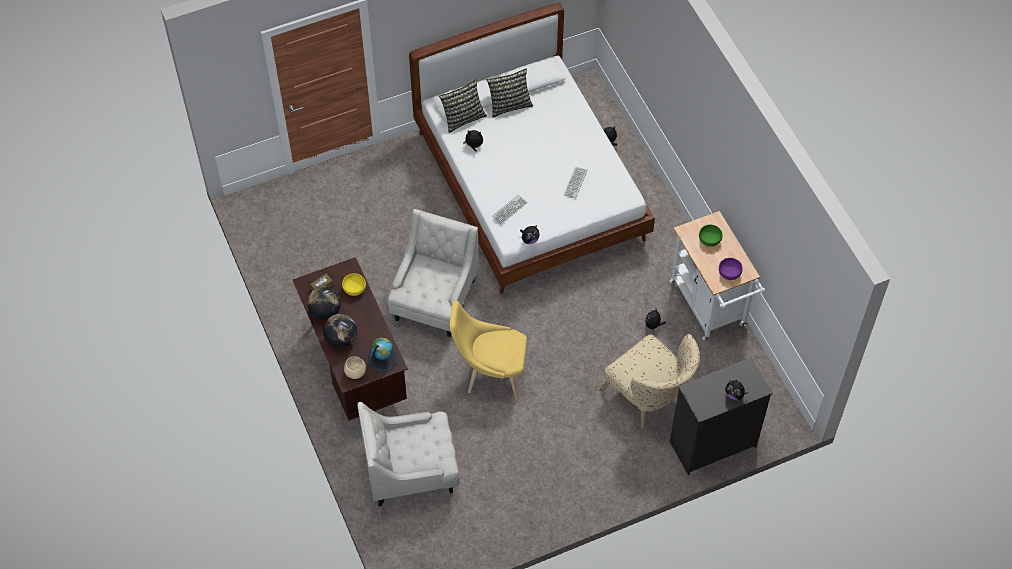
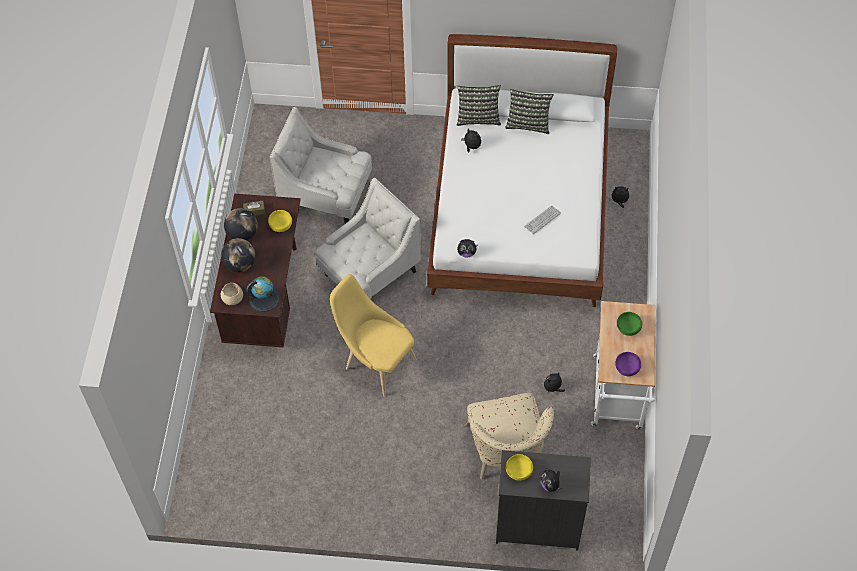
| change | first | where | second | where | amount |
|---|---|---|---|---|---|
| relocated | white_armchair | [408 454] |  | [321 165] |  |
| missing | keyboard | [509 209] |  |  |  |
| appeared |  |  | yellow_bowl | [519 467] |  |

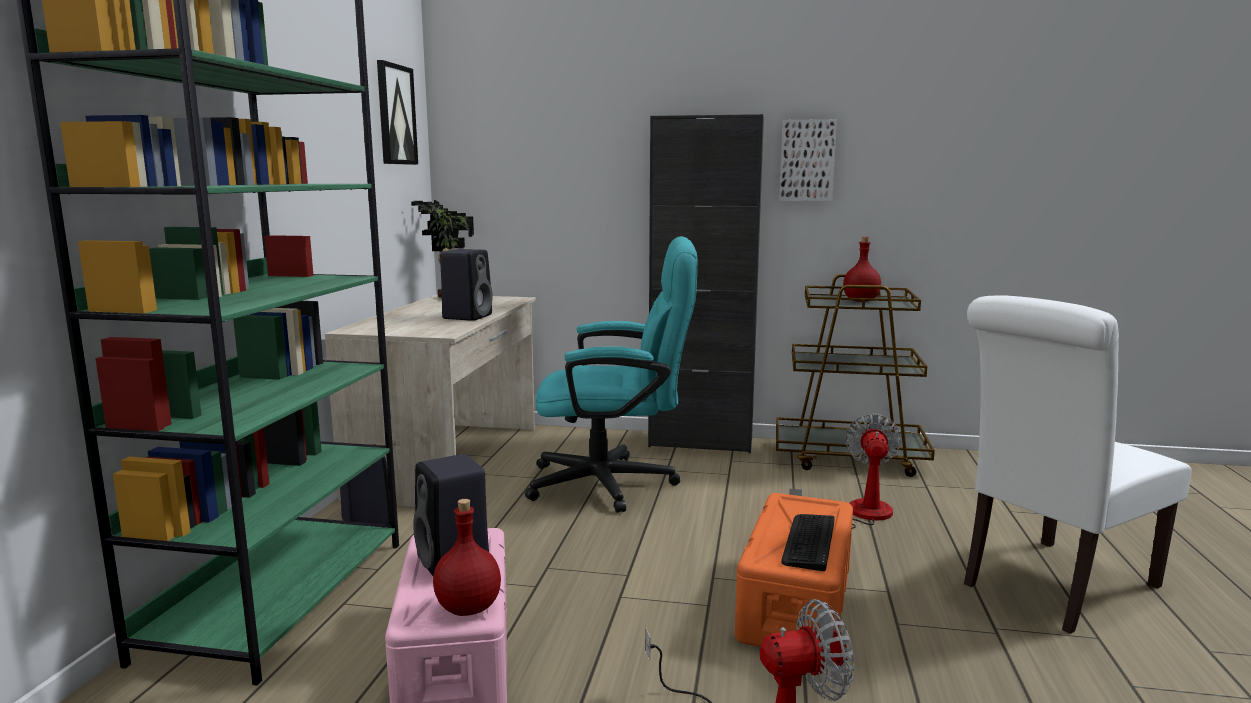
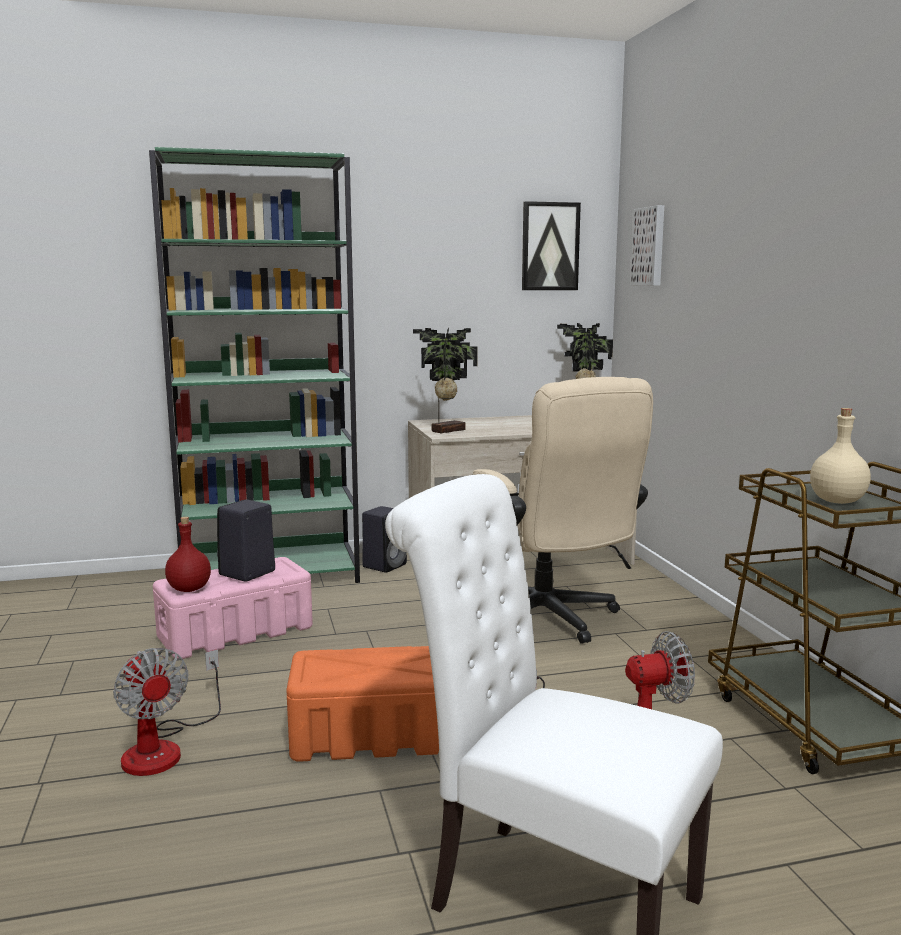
| change | first | where | second | where | amount |
|---|---|---|---|---|---|
| missing | black_speaker | [466 285] |  |  |  |
| colour | turquoise_office_chair | [611 374] | beige_office_chair | [563 510] |  |
| missing | black_cabinet | [706 283] |  |  |  |
| relocated | picture | [808 160] |  | [647 245] |  |
| missing | keyboard | [808 542] |  |  |  |
| colour | red_bottle | [862 269] | beige_bottle | [840 456] |  |
| appeared |  |  | potted_plant | [445 380] |  |

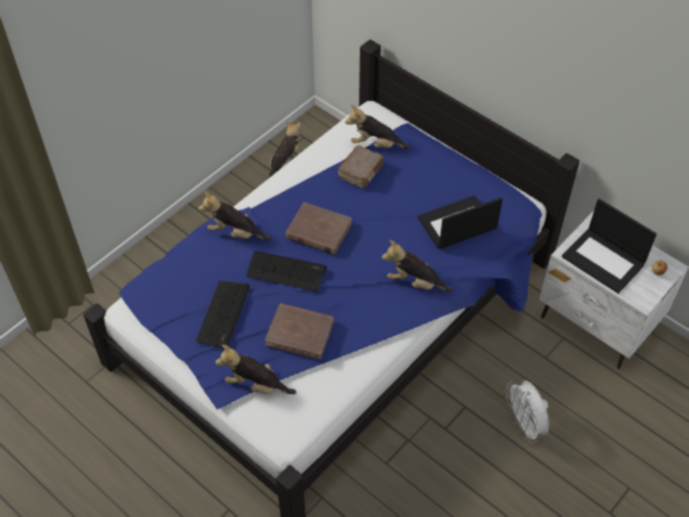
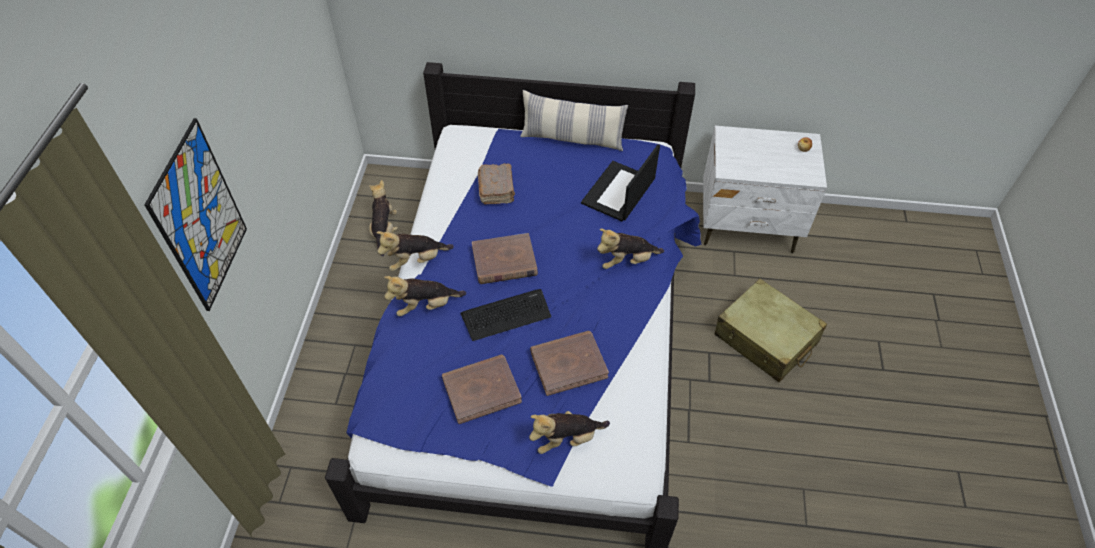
| change | first | where | second | where | amount |
|---|---|---|---|---|---|
| exchanged | keyboard | [223 315] | brown_book | [482 389] |  |
| relocated | plush_toy | [377 127] |  | [415 251] |  |
| exchanged | white_fan | [527 412] | beige_suitcase | [771 330] |  |
| missing | laptop | [609 246] |  |  |  |
| appeared |  |  | picture | [195 214] |  |
| appeared |  |  | pillow | [574 120] |  |

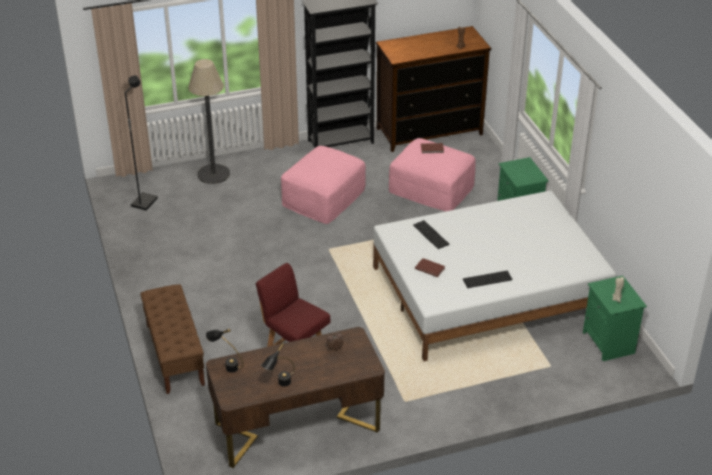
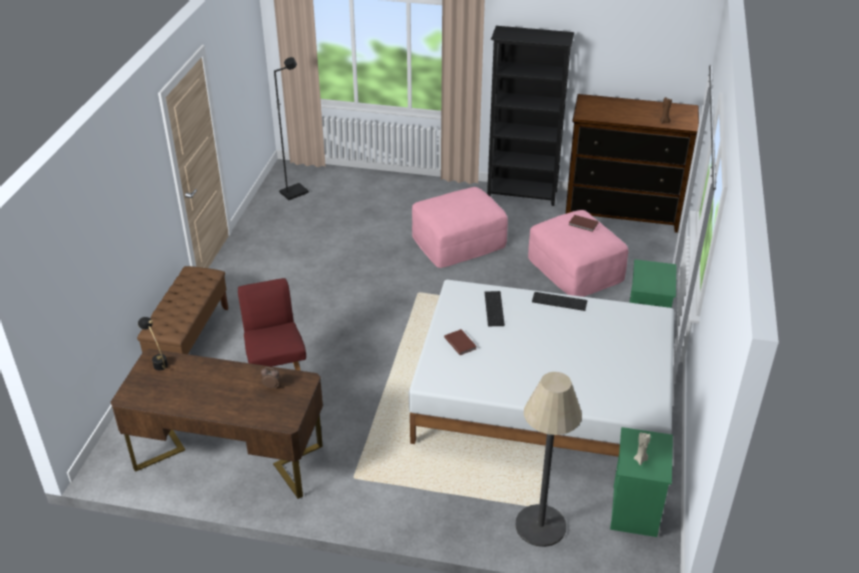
| change | first | where | second | where | amount |
|---|---|---|---|---|---|
| relocated | floor_lamp | [209 121] |  | [548 459] |  |
| missing | black_table_lamp | [278 365] |  |  |  |
| relocated | keyboard | [488 279] |  | [559 301] |  |

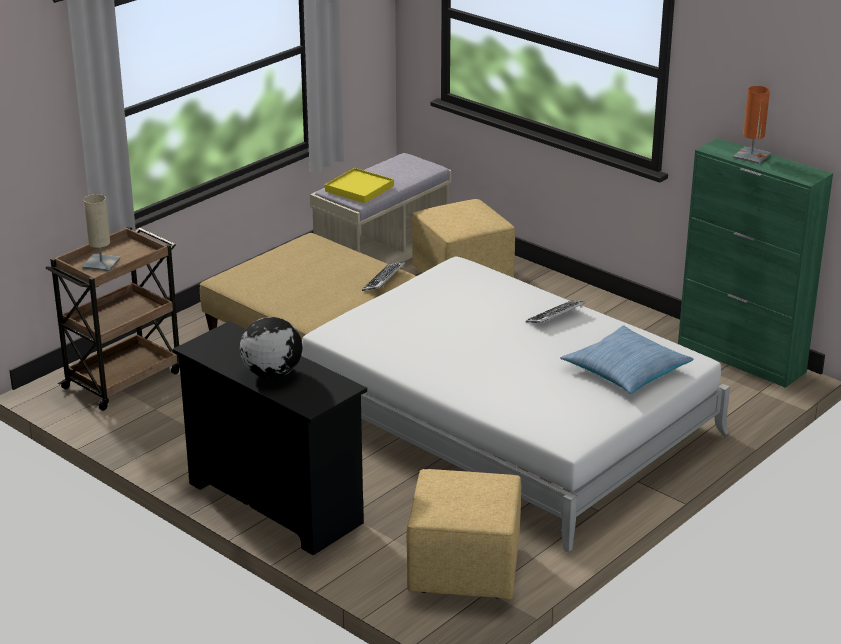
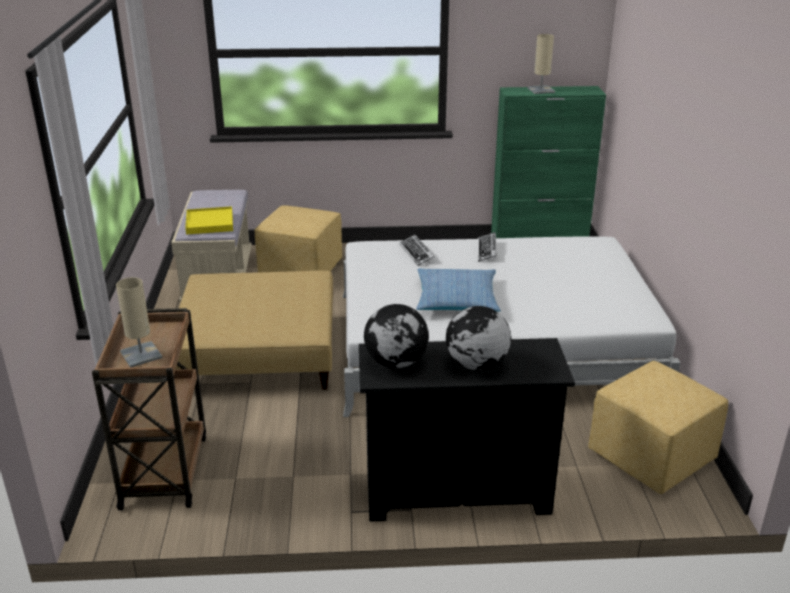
| change | first | where | second | where | amount |
|---|---|---|---|---|---|
| relocated | keyboard | [383 276] |  | [417 250] |  |
| relocated | pillow | [626 360] |  | [458 290] |  |
| colour | orange_table_lamp | [752 125] | beige_table_lamp | [541 64] |  |
| appeared |  |  | globe | [396 336] |  |

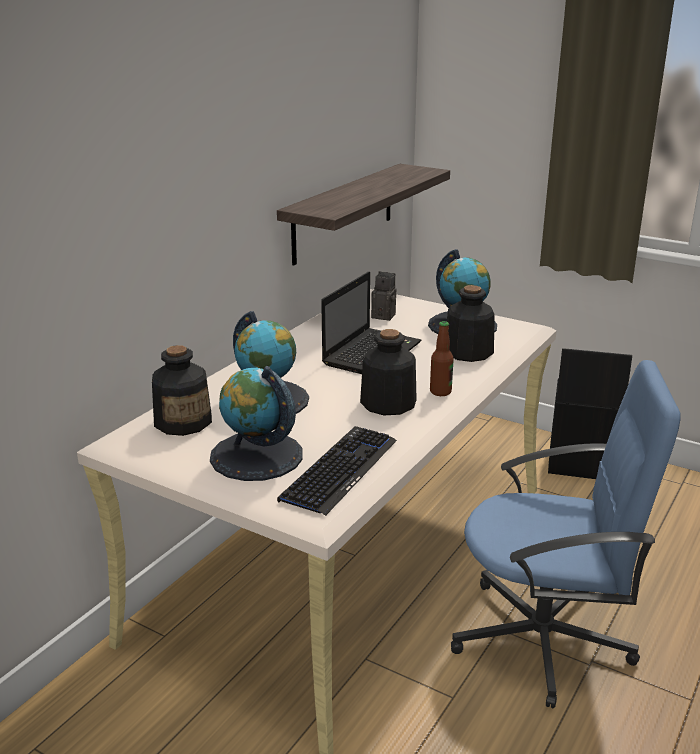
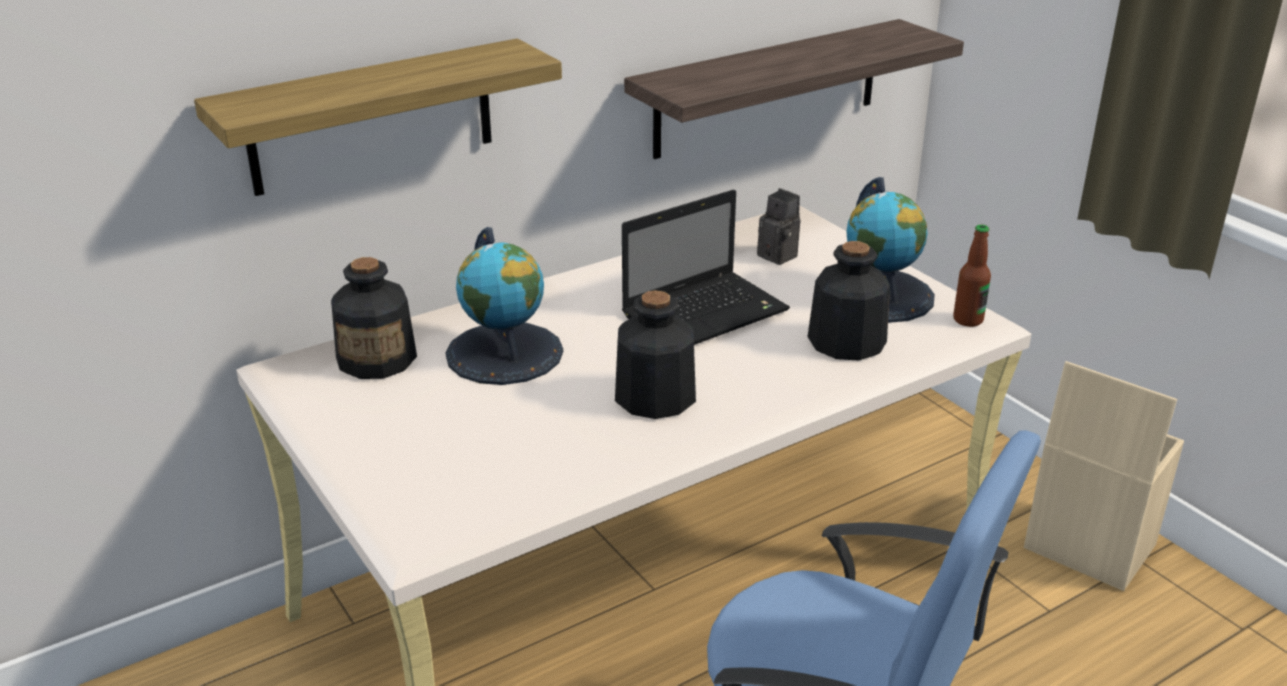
| change | first | where | second | where | amount |
|---|---|---|---|---|---|
| missing | globe | [256 423] |  |  |  |
| missing | keyboard | [337 471] |  |  |  |
| relocated | bottle | [442 358] |  | [972 276] |  |
| colour | black_storage_box | [590 413] | beige_storage_box | [1104 476] |  |
| appeared |  |  | shelf | [378 117] |  |

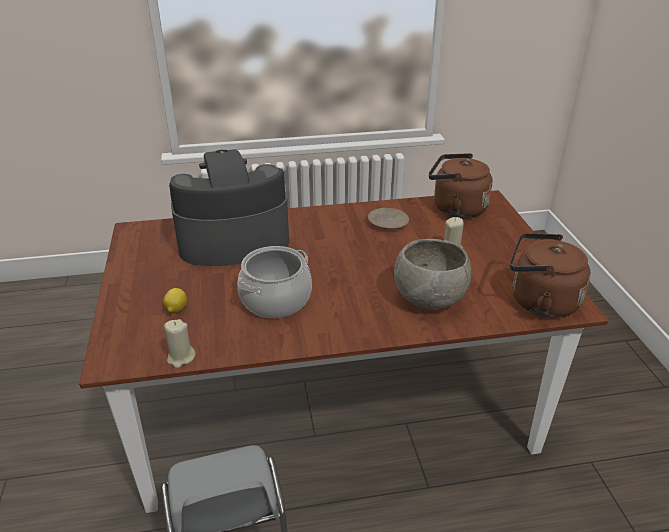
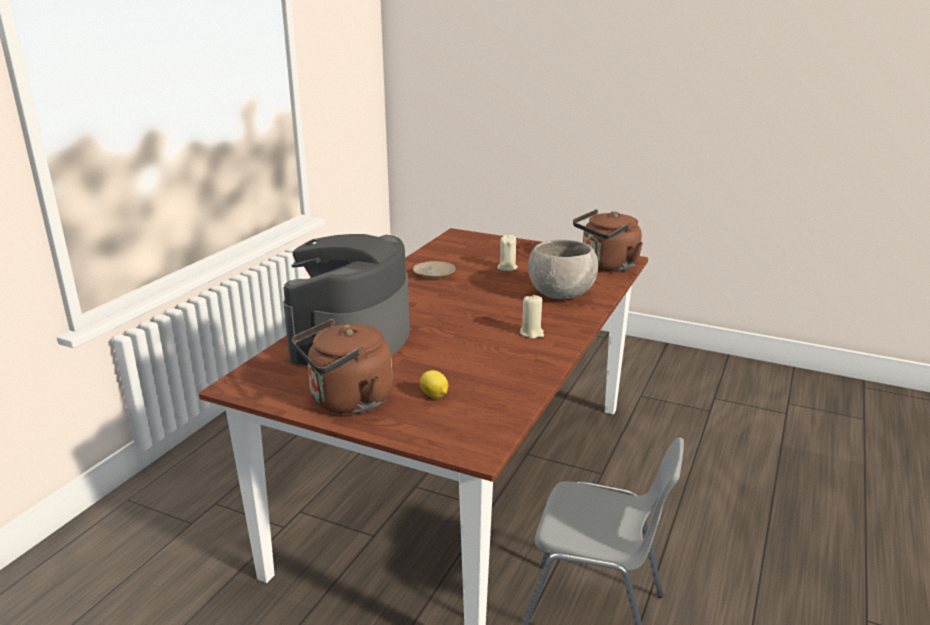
| change | first | where | second | where | amount |
|---|---|---|---|---|---|
| relocated | beige_candle | [180 343] |  | [532 316] |  |
| missing | cooking_pot | [274 282] |  |  |  |
| relocated | brown_kettle | [461 185] |  | [342 366] |  |

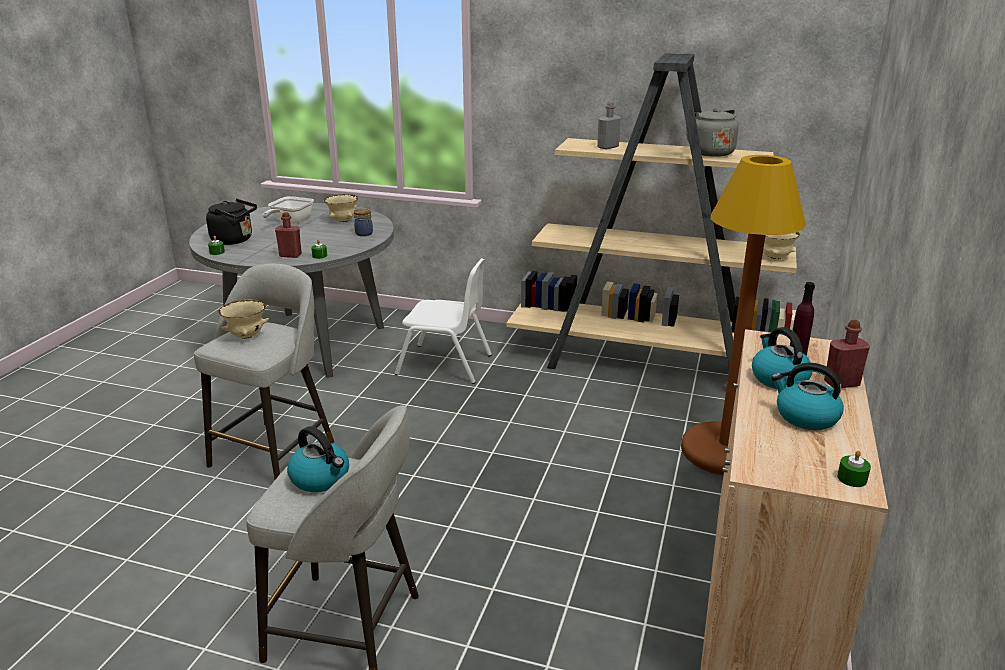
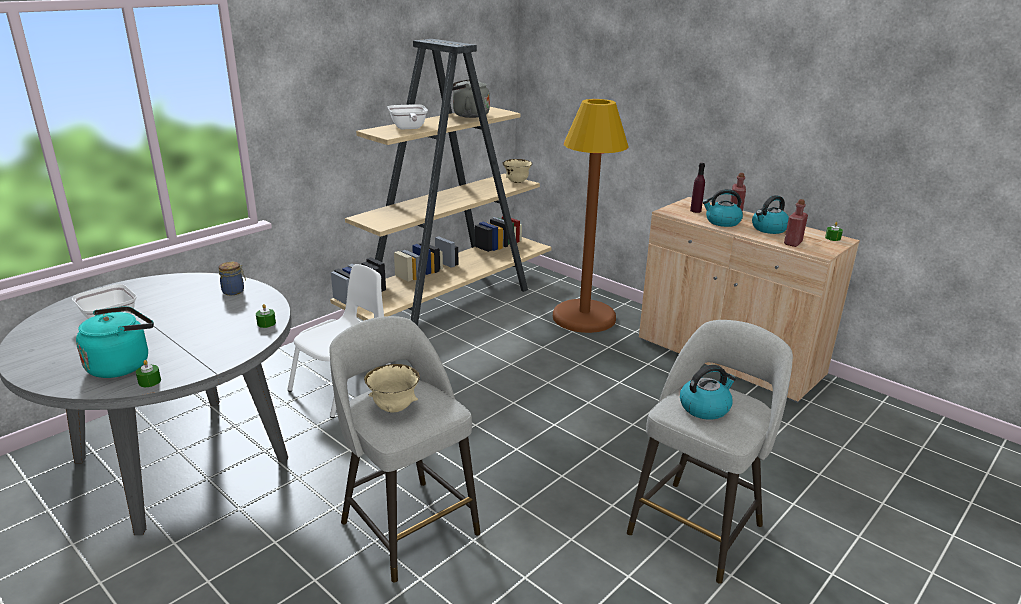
| change | first | where | second | where | amount |
|---|---|---|---|---|---|
| colour | black_kettle | [231 222] | turquoise_kettle | [115 342] |  |
| relocated | red_bottle | [288 235] |  | [796 223] |  |
| missing | beige_bowl | [341 208] |  |  |  |
| exchanged | grey_bottle | [609 125] | frying_pan | [408 116] |  |

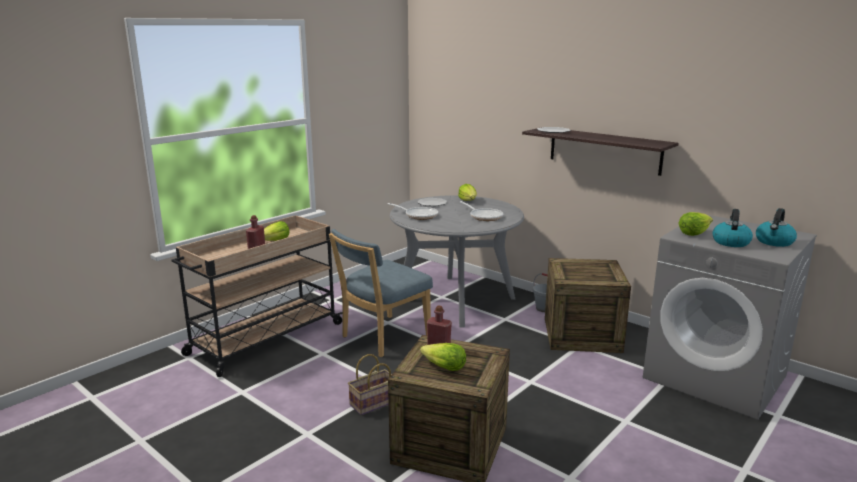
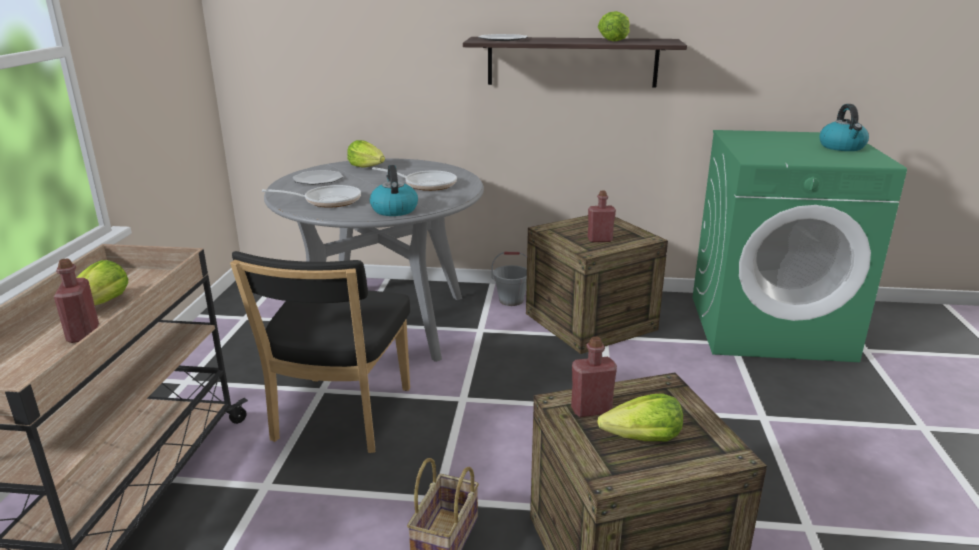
| change | first | where | second | where | amount |
|---|---|---|---|---|---|
| colour | blue_chair | [381 293] | black_chair | [320 352] |  |
| colour | grey_washing_machine | [730 317] | green_washing_machine | [799 246] |  |
| relocated | lettuce | [695 224] |  | [614 26] |  |
| relocated | kettle | [732 228] |  | [394 190] |  |
| appeared |  |  | red_bottle | [602 216] |  |

